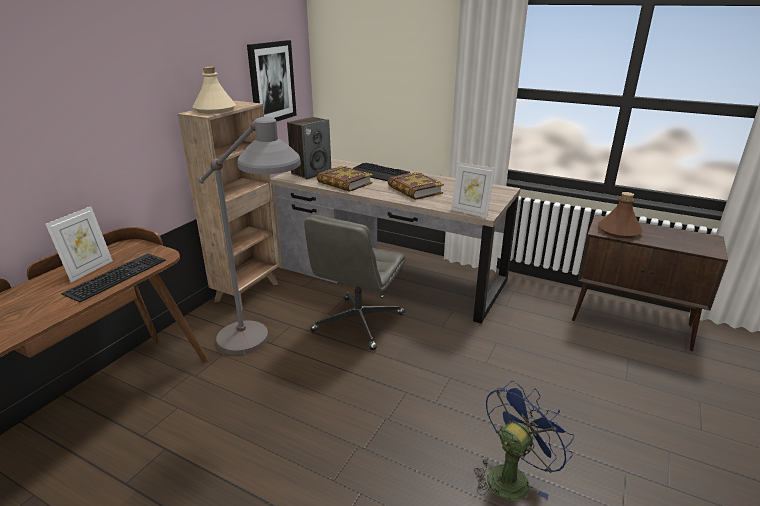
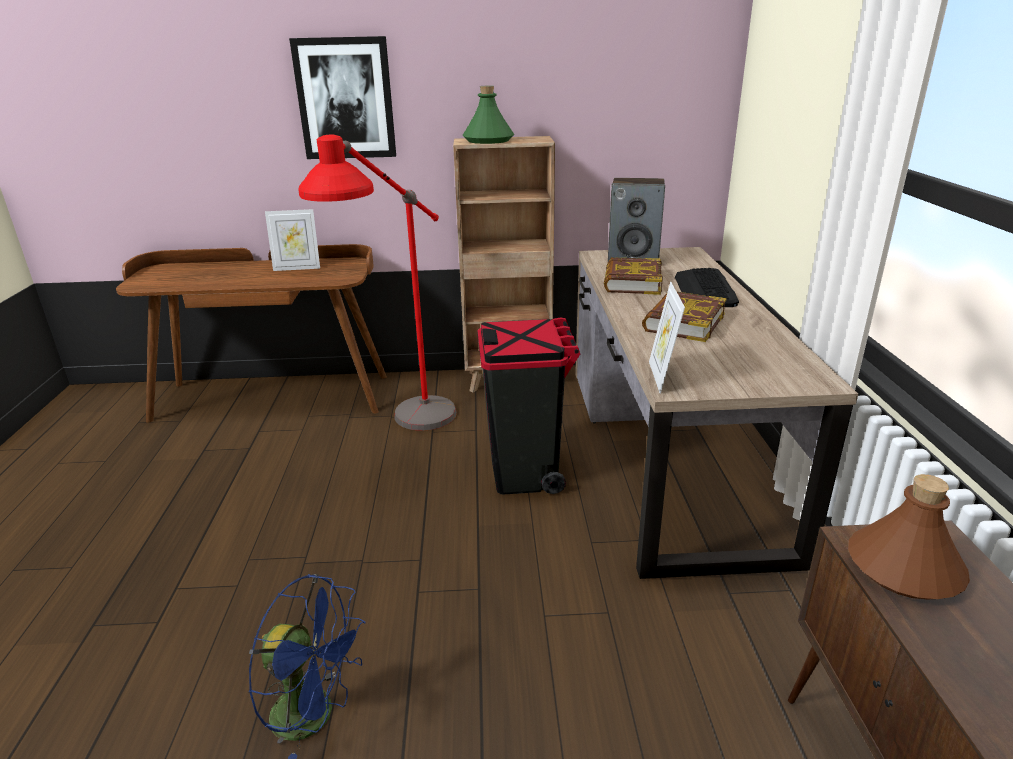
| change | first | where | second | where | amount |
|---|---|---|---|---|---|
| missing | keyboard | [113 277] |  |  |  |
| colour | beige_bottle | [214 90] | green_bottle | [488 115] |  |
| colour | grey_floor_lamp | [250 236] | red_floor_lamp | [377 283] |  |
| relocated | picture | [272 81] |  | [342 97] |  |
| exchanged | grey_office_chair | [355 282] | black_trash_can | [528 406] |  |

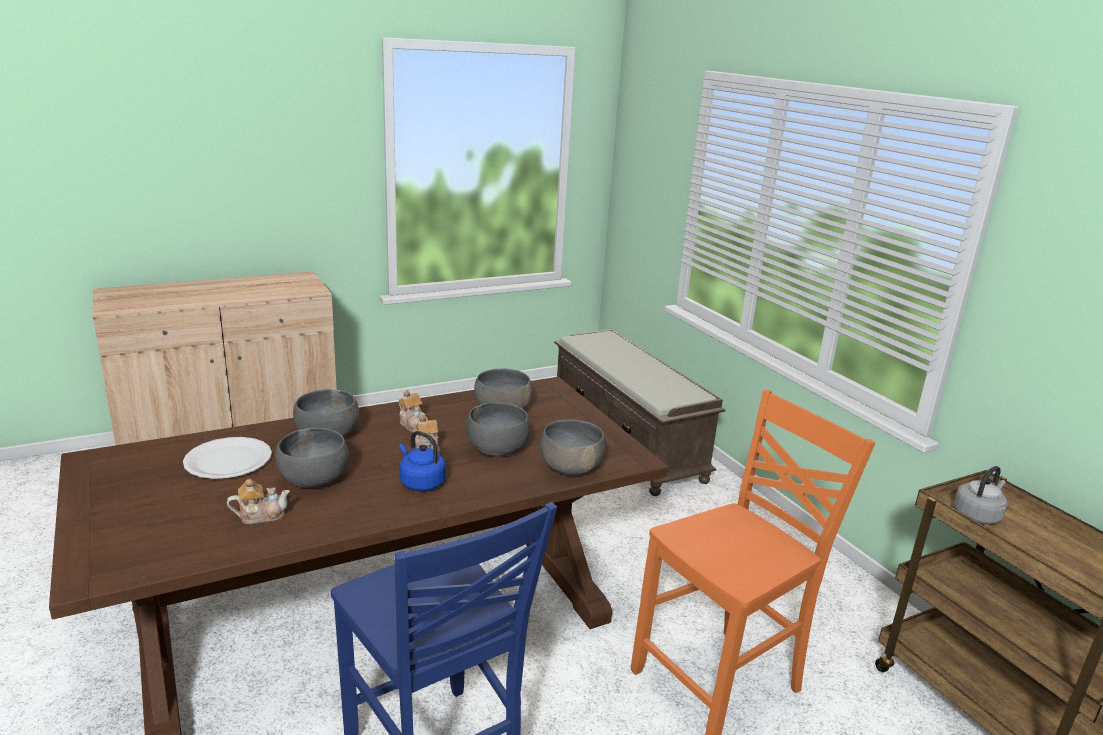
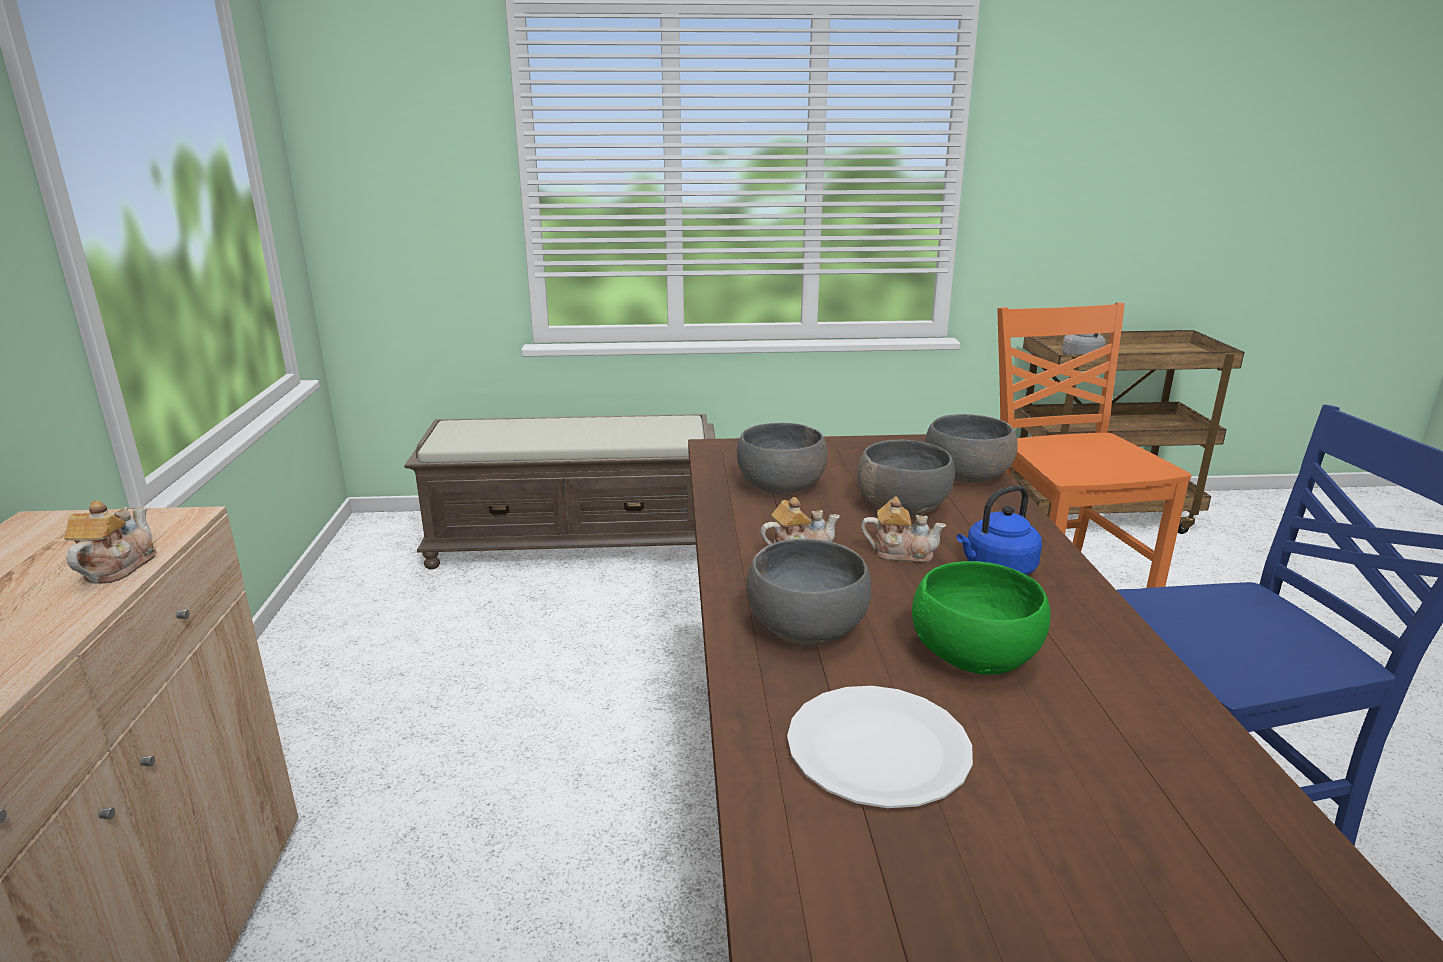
| change | first | where | second | where | amount |
|---|---|---|---|---|---|
| relocated | teapot | [258 501] |  | [110 542] |  |
| colour | grey_bowl | [312 458] | green_bowl | [981 618] |  |

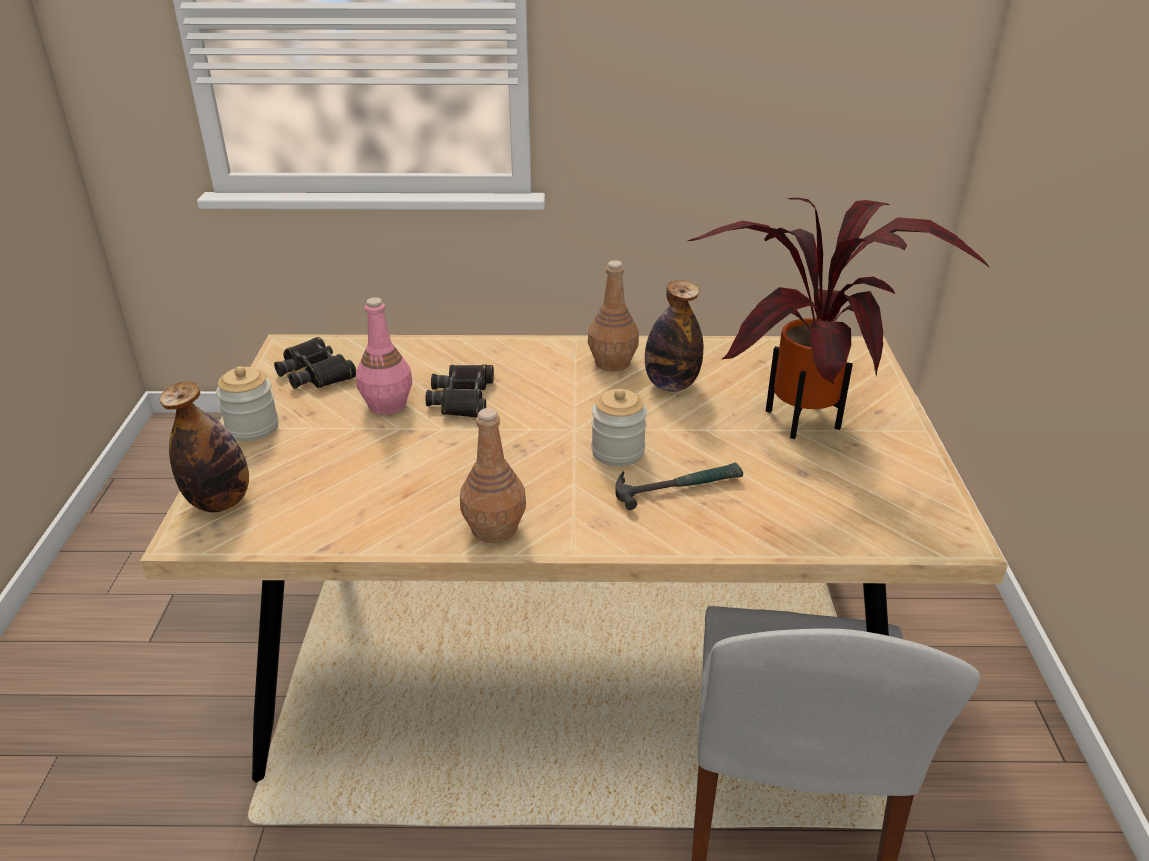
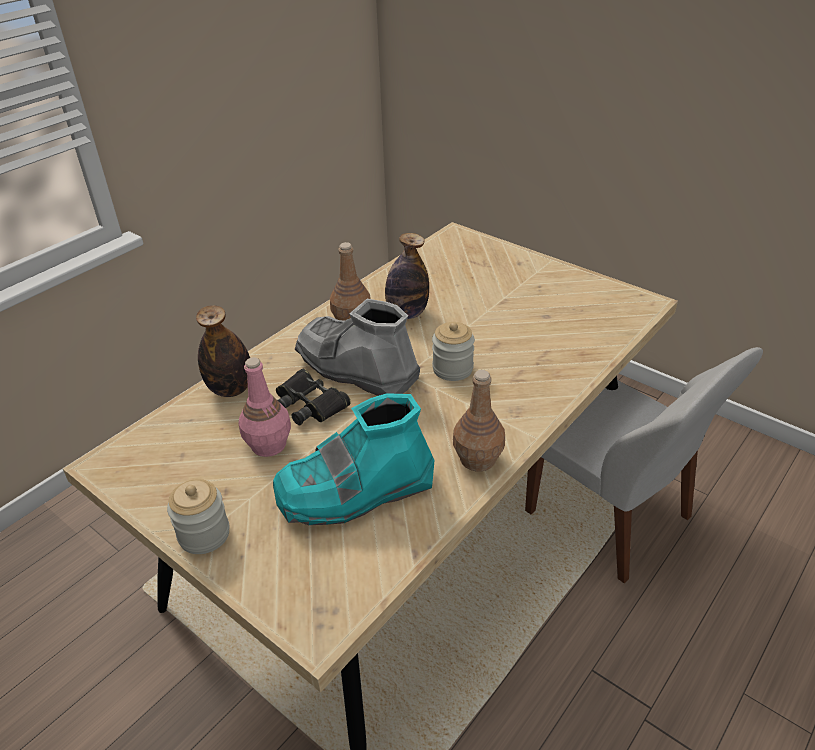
| change | first | where | second | where | amount |
|---|---|---|---|---|---|
| relocated | bottle | [204 446] |  | [223 351] |  |
| missing | black_binoculars | [315 363] |  |  |  |
| missing | hammer | [679 486] |  |  |  |
| missing | potted_plant | [839 318] |  |  |  |
| appeared |  |  | turquoise_boot | [354 459] |  |
| appeared |  |  | grey_boot | [357 347] |  |

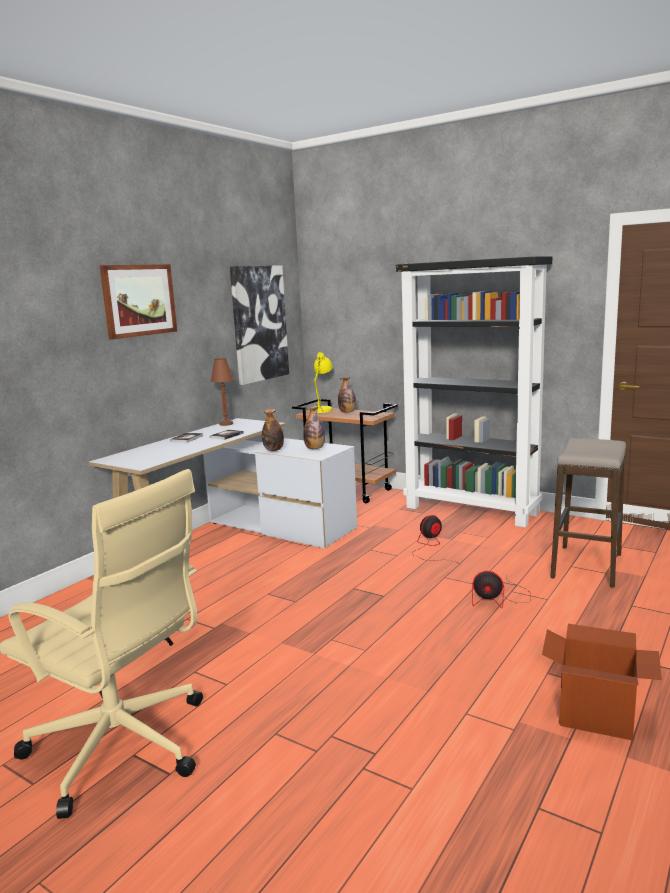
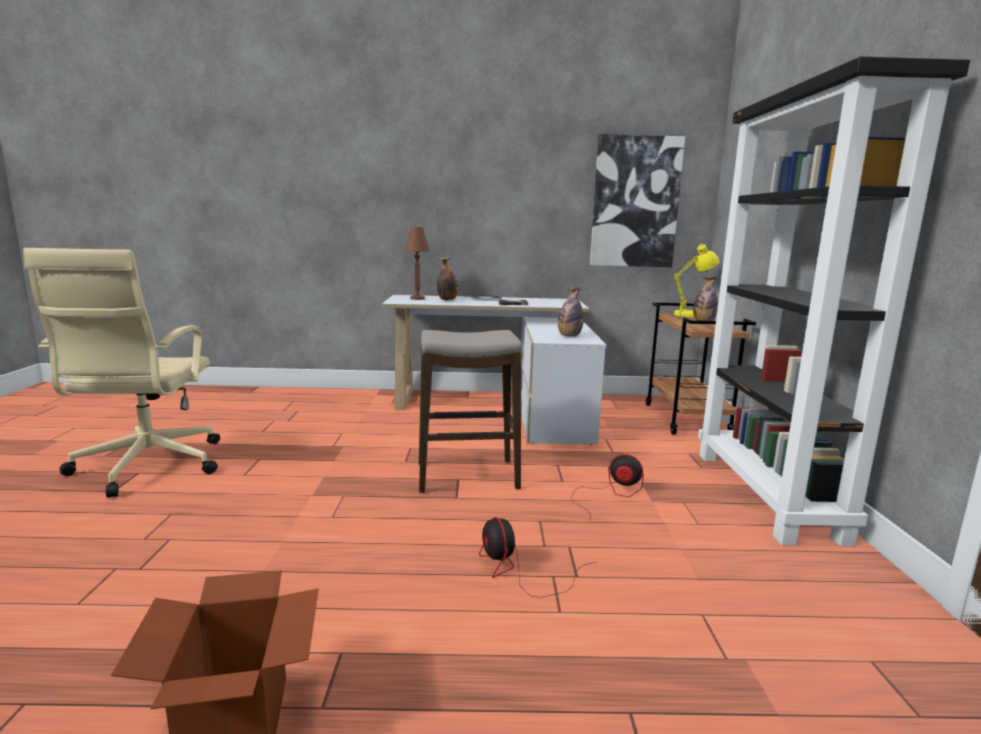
| change | first | where | second | where | amount |
|---|---|---|---|---|---|
| missing | picture | [138 301] |  |  |  |
| relocated | brown_table_lamp | [222 392] |  | [417 263] |  |
| relocated | bottle | [273 429] |  | [447 278] |  |
| relocated | stool | [588 513] |  | [470 411] |  |

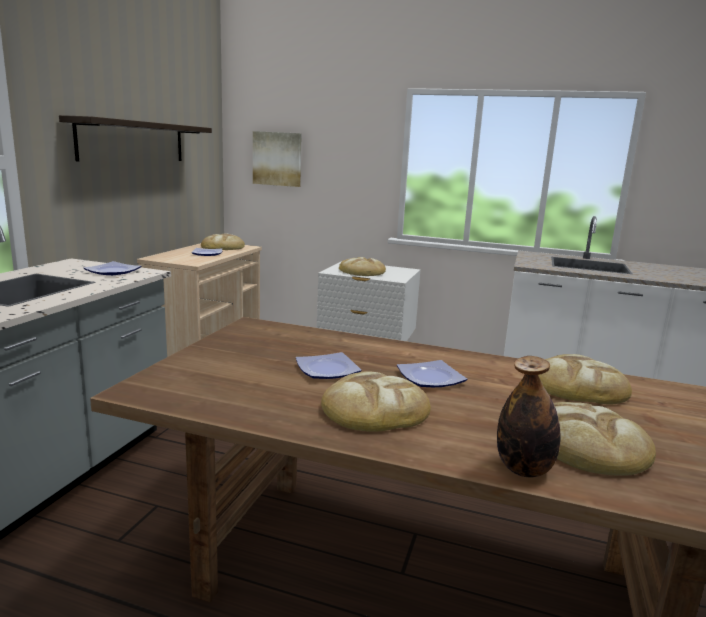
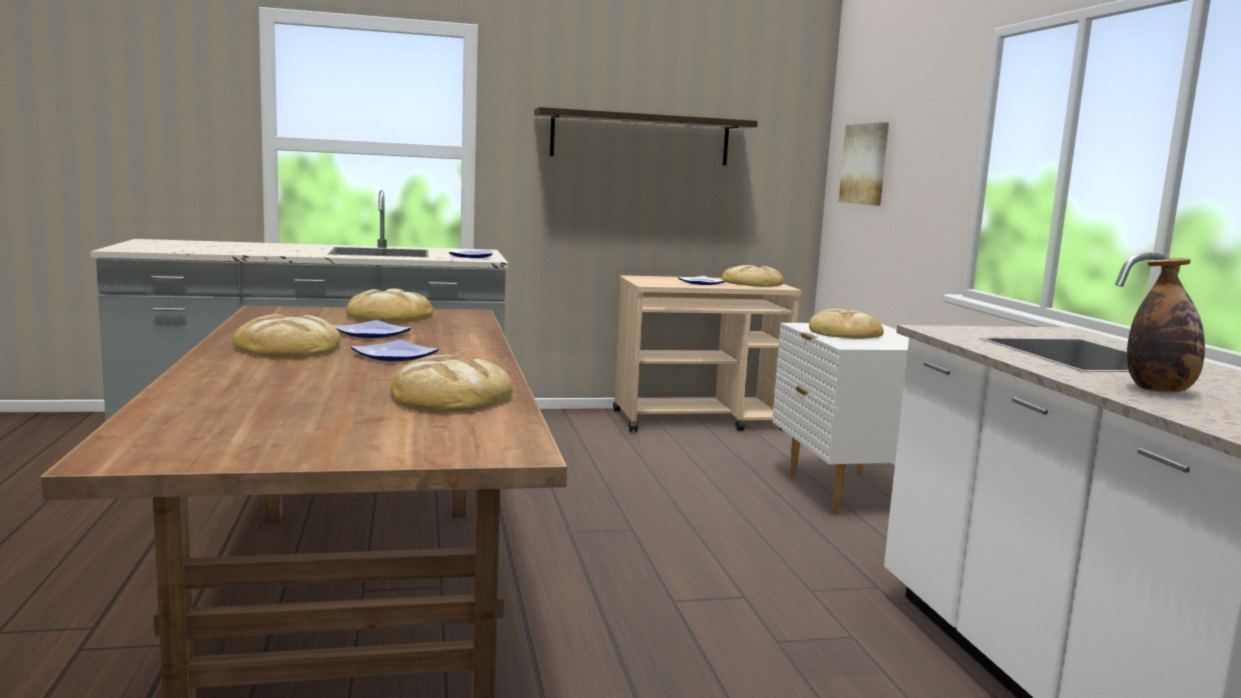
| change | first | where | second | where | amount |
|---|---|---|---|---|---|
| relocated | bottle | [529 417] |  | [1166 325] |  |
| relocated | bread | [605 439] |  | [389 305] |  |

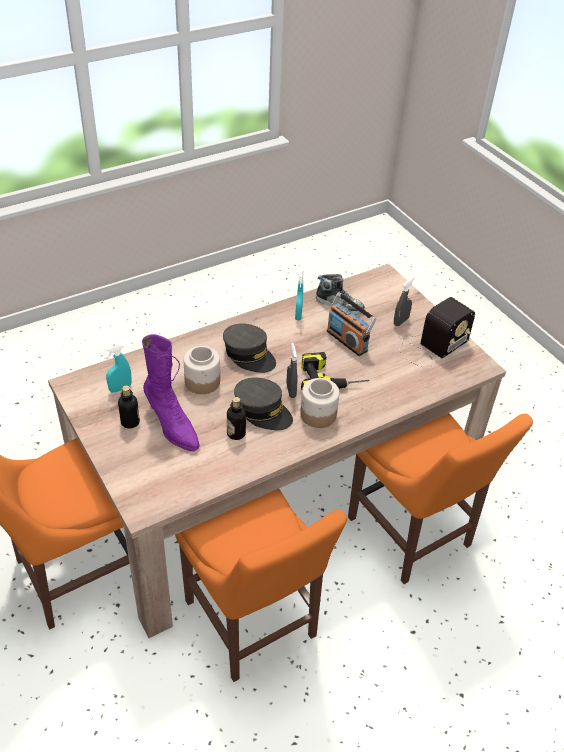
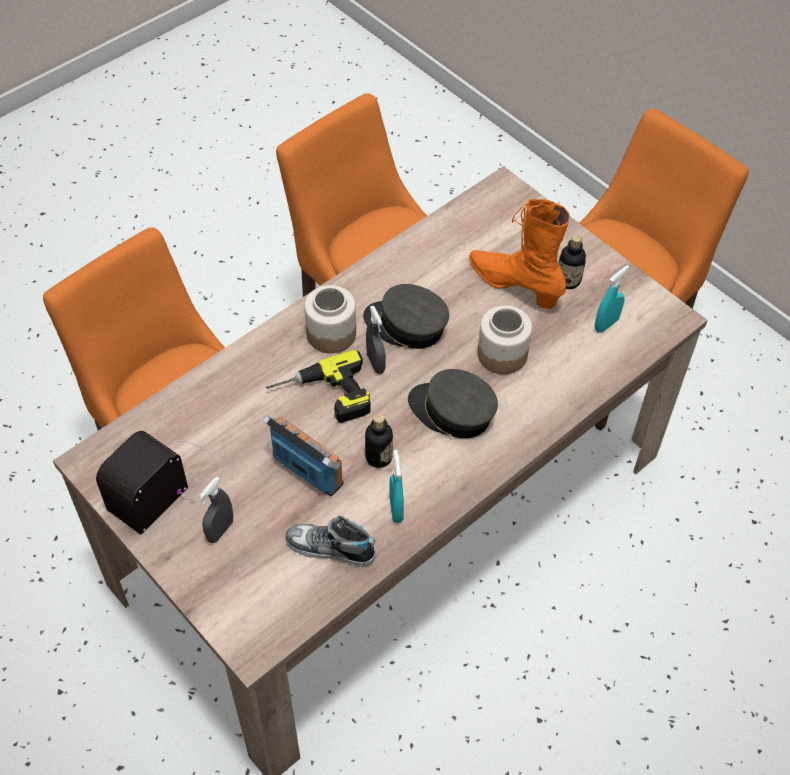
| change | first | where | second | where | amount |
|---|---|---|---|---|---|
| colour | purple_boot | [171 392] | orange_boot | [519 254] |  |
| relocated | bottle | [236 418] |  | [379 440] |  |

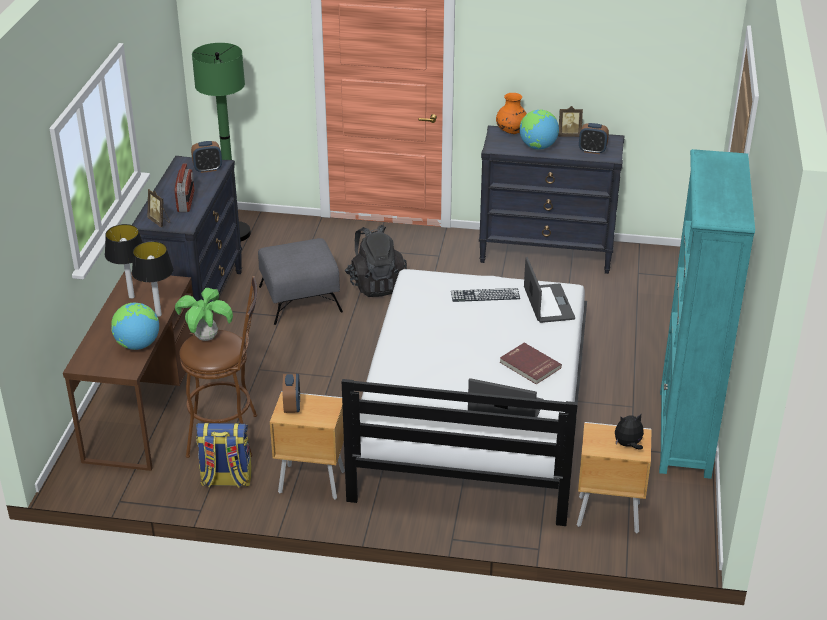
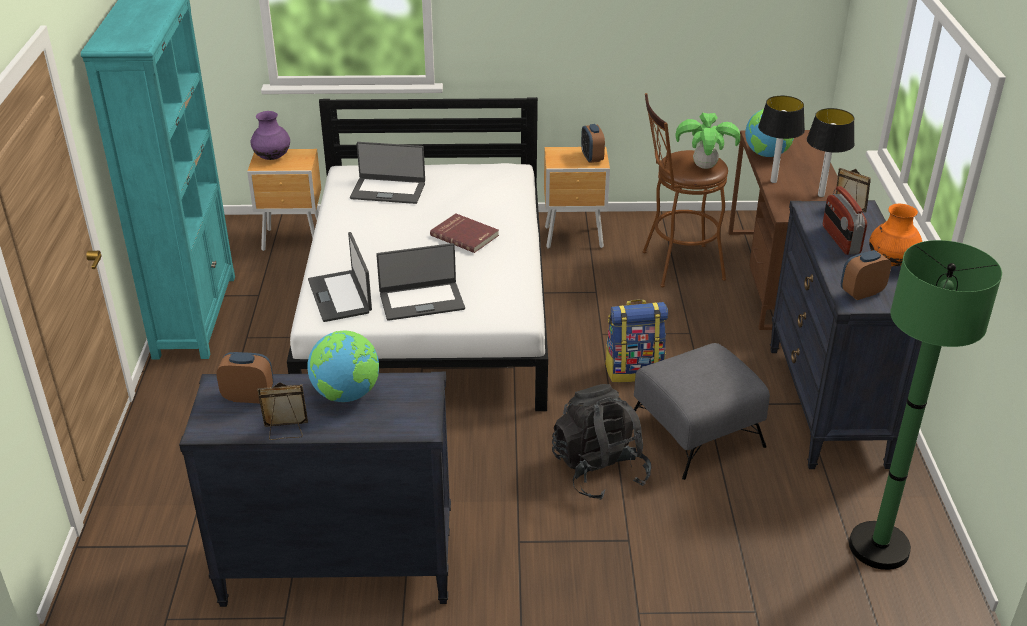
| change | first | where | second | where | amount |
|---|---|---|---|---|---|
| relocated | backpack | [223 455] |  | [636 340] |  |
| exchanged | keyboard | [485 295] | laptop | [420 282] |  |
| relocated | orange_vase | [511 113] |  | [895 235] |  |
| relocated | red_book | [531 364] |  | [464 233] |  |
| exchanged | plush_toy | [629 432] | purple_vase | [270 135] |  |

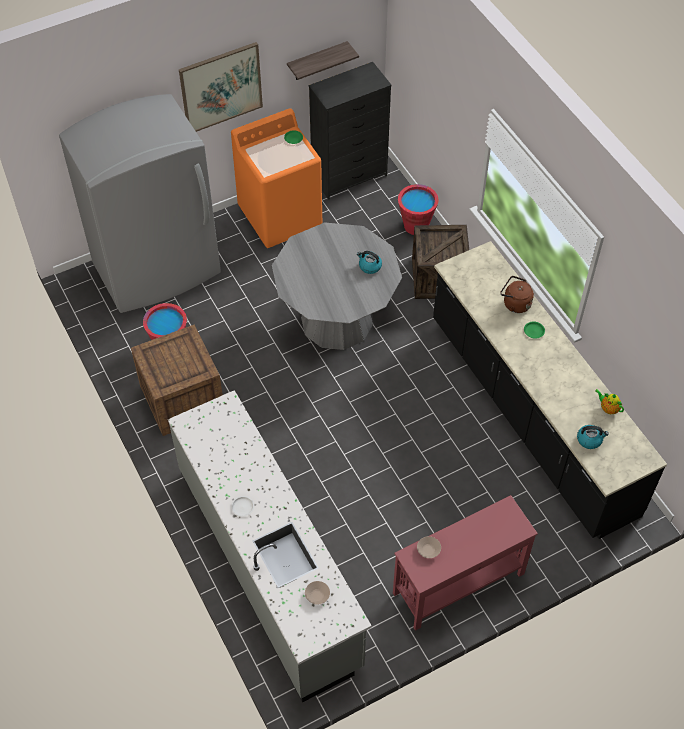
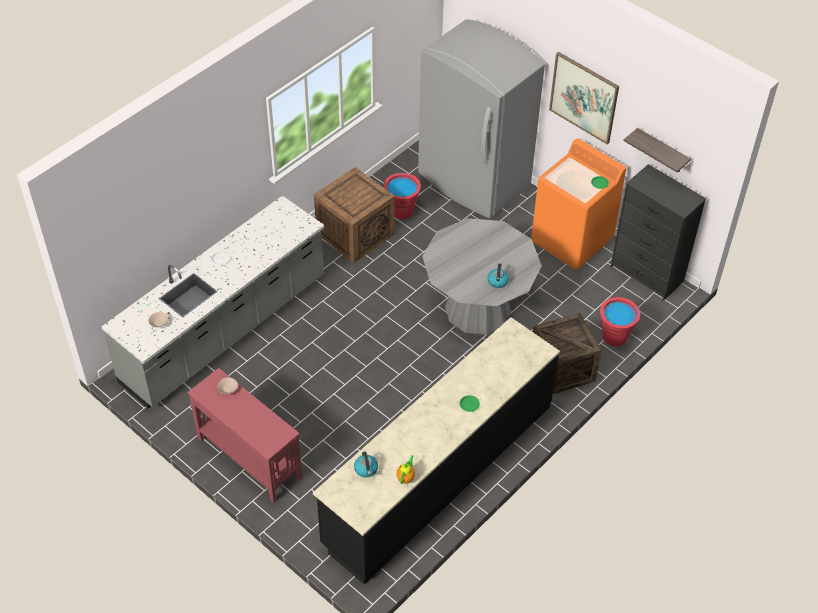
| change | first | where | second | where | amount |
|---|---|---|---|---|---|
| missing | brown_kettle | [517 294] |  |  |  |

